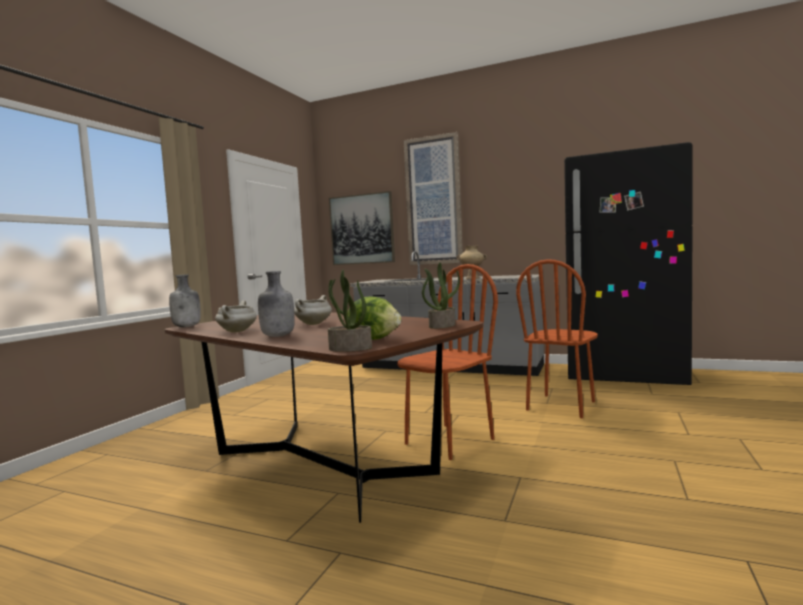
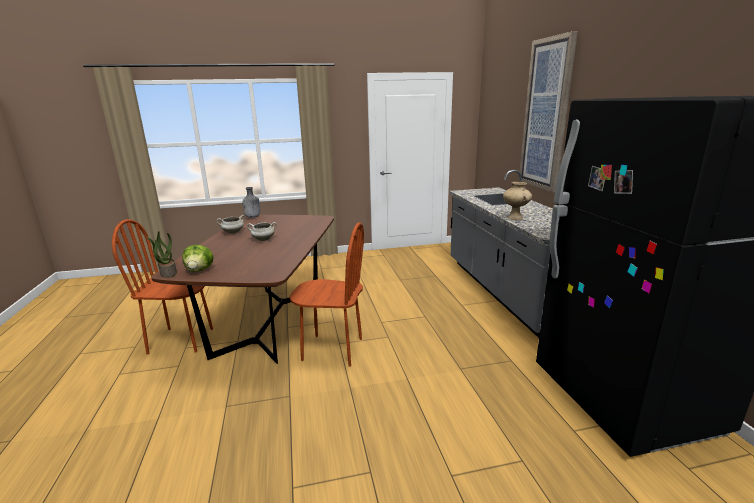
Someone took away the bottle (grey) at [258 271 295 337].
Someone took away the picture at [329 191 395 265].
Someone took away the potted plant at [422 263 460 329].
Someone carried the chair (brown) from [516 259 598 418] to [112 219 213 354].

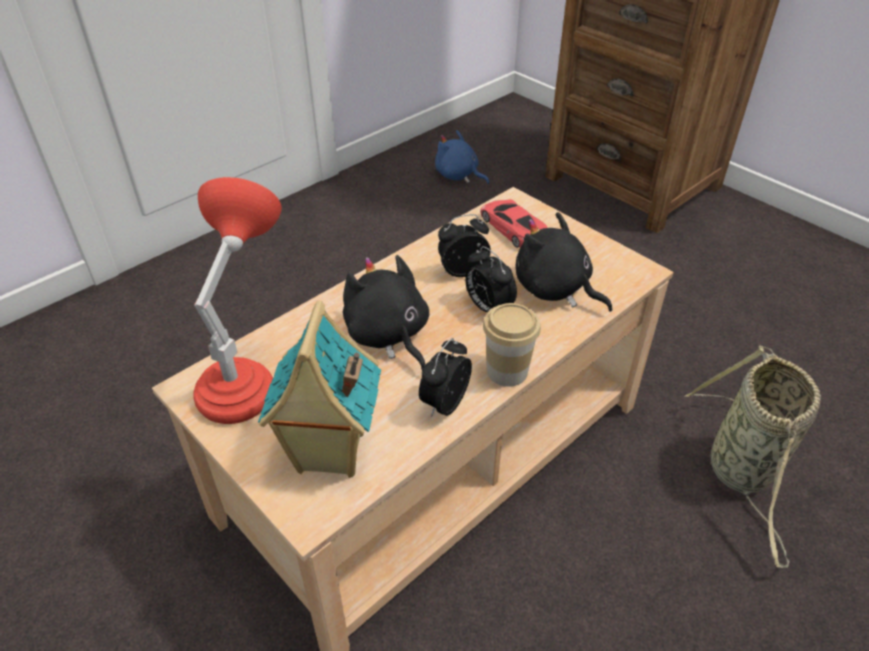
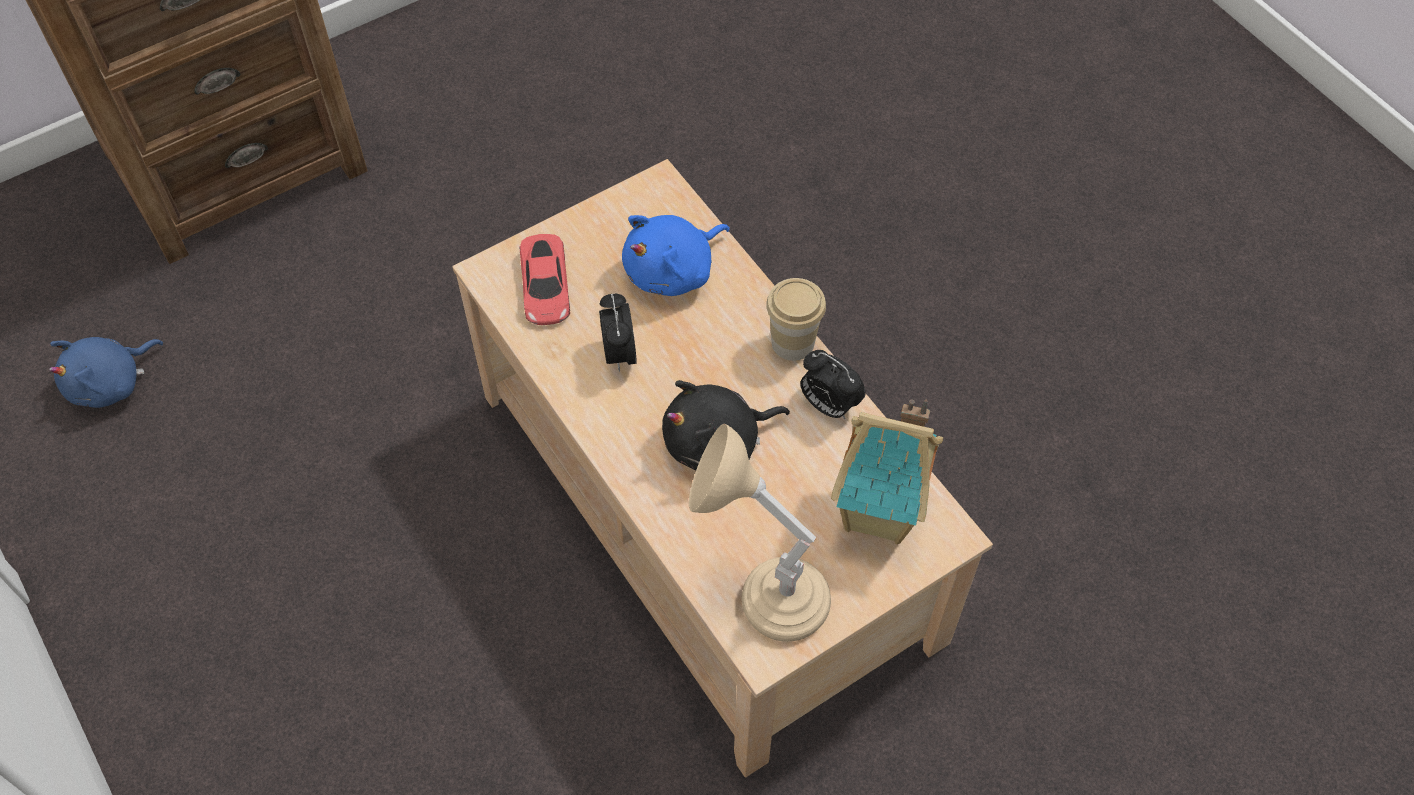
Someone repainted the table lamp (red) at [194 177 282 424], which became the table lamp (beige) at [689 424 831 642].
Someone took away the alarm clock at [465 246 517 312].
Someone rotated the toy car (red) at [480 199 548 248] by 75 degrees counterclockwise.
Someone repainted the plush toy (black) at [515 212 612 312], which became the plush toy (blue) at [622 215 730 296].
Someone took away the basket at [684 345 821 568].

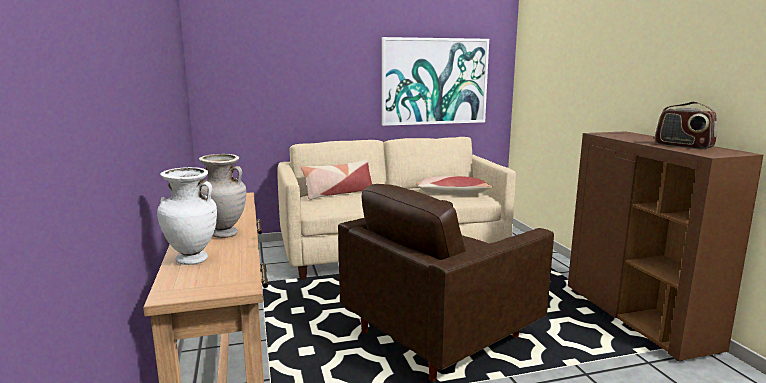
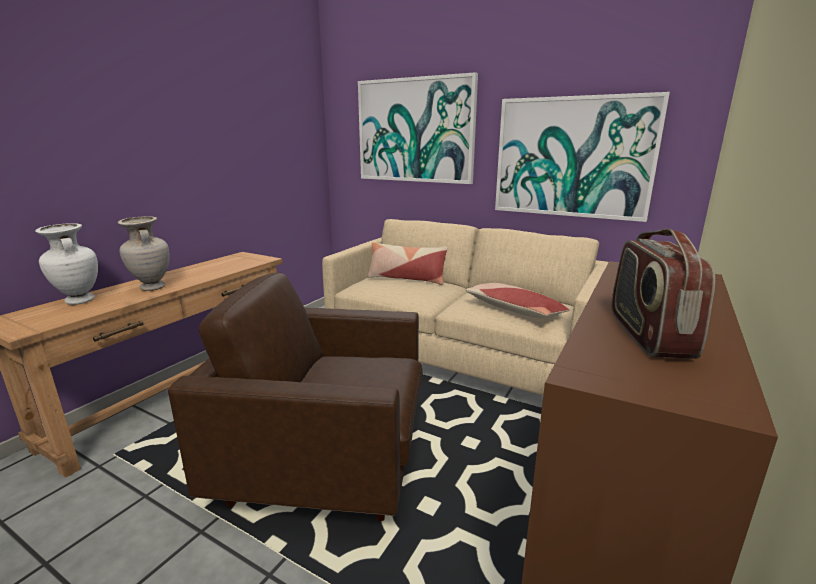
Someone put up the picture at [358 72 478 184].

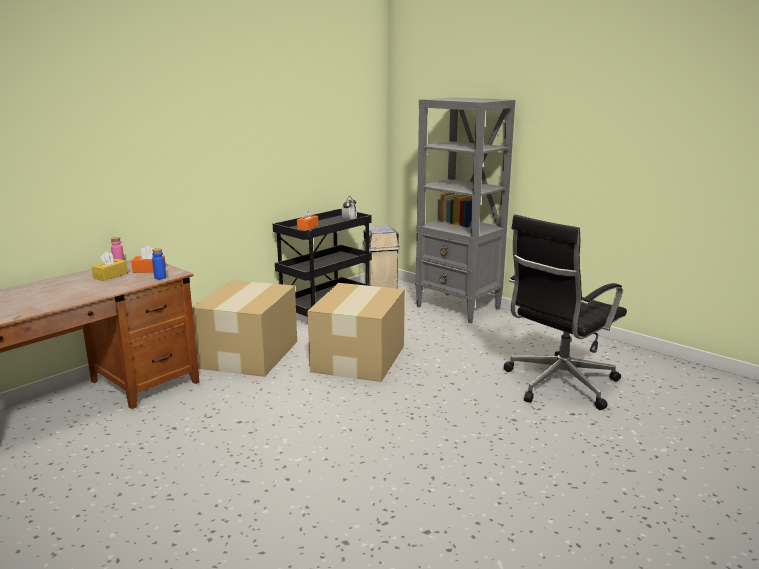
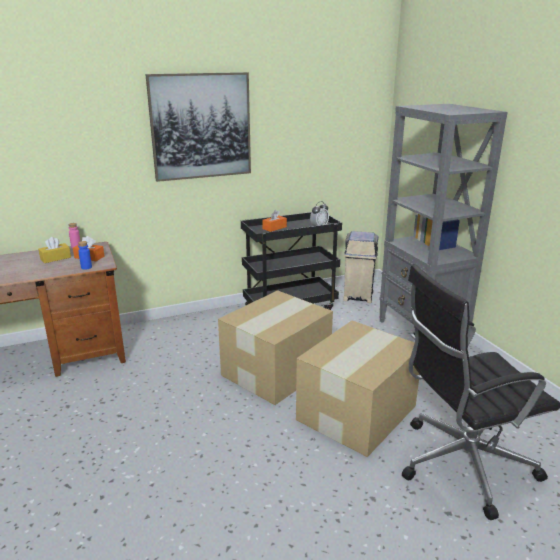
Someone carried the cardboard box from [192 280 297 377] to [296 321 420 457].
Someone put up the picture at [145 72 251 182].

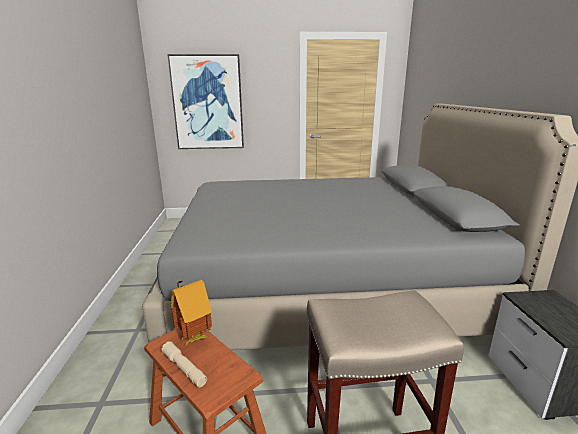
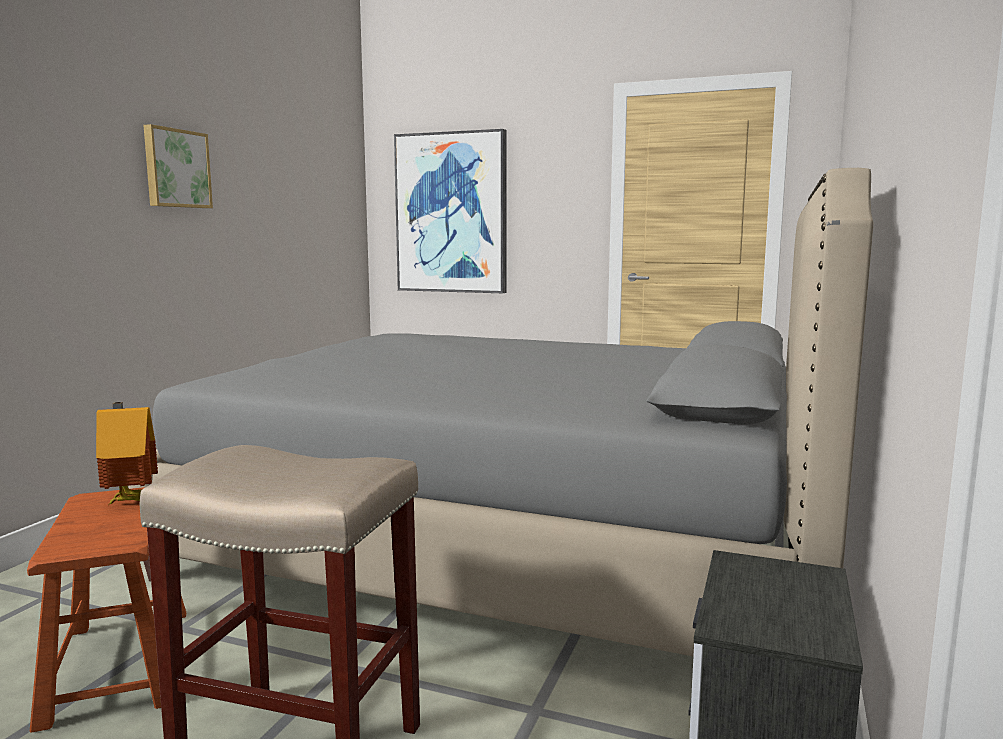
Someone took away the flashlight (beige) at [161 341 207 387].
Someone put up the picture at [143 124 213 208].

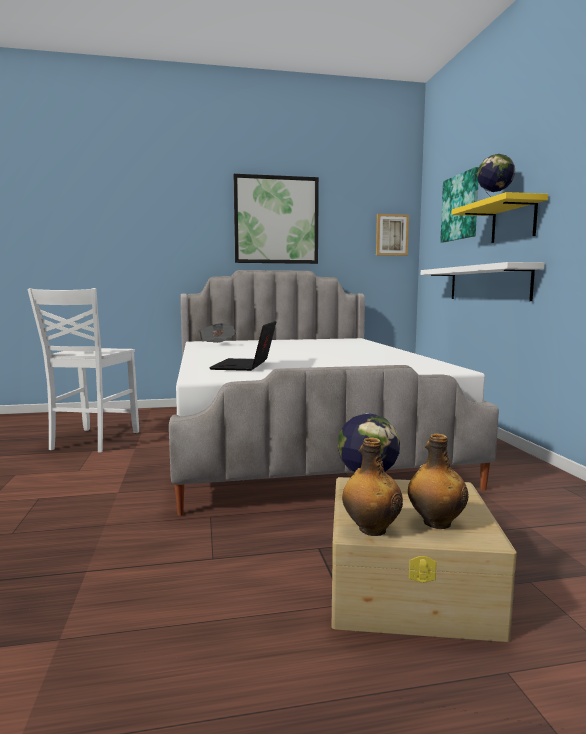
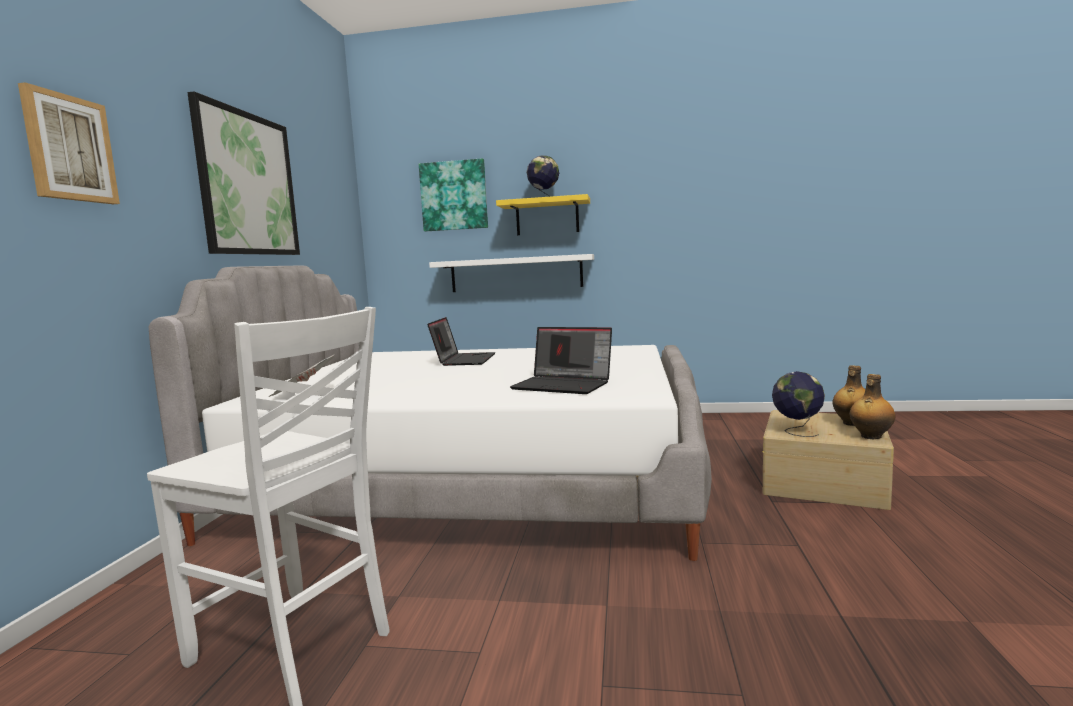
Someone carried the picture from [376 214 409 256] to [18 82 120 204].
Someone put down the laptop at [427 317 495 366].

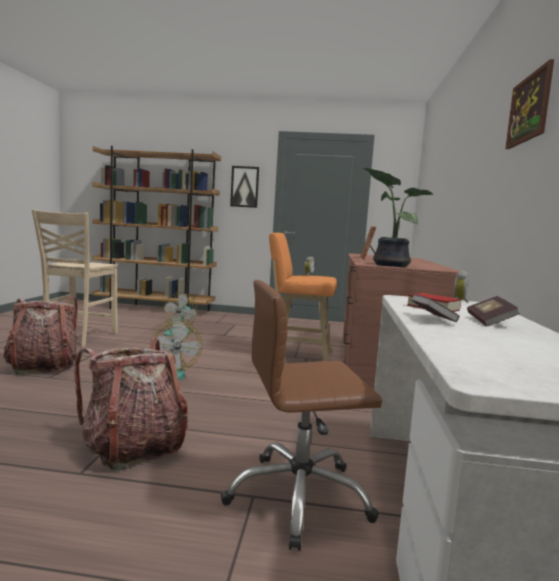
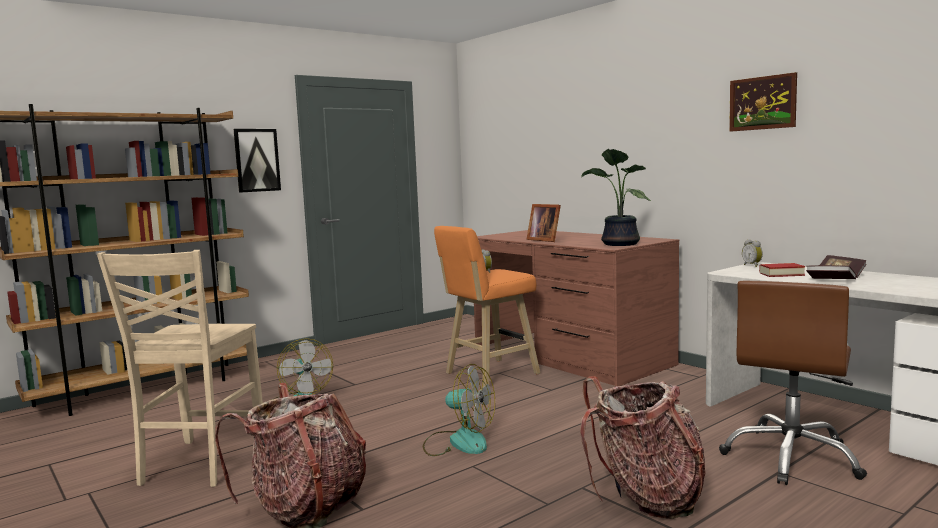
Someone rotated the chair (beige) at [32 210 118 347] by 45 degrees clockwise.

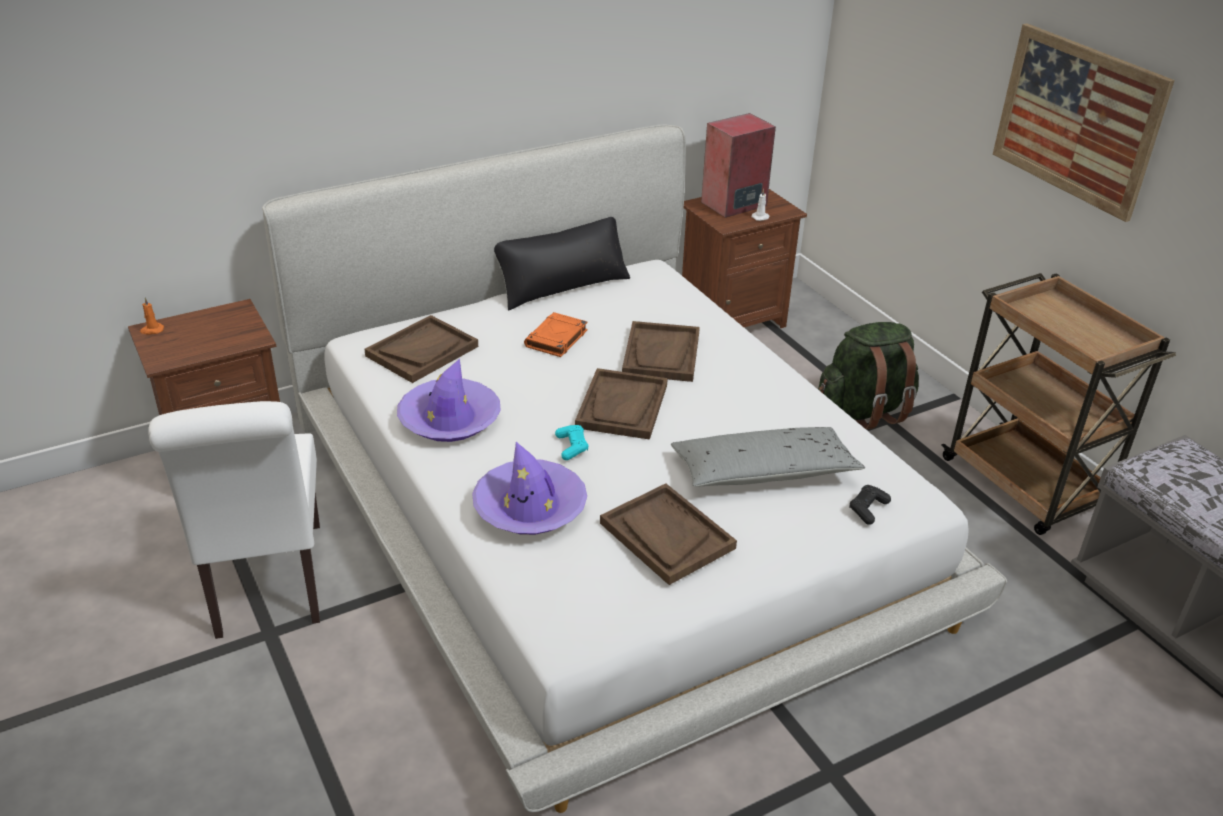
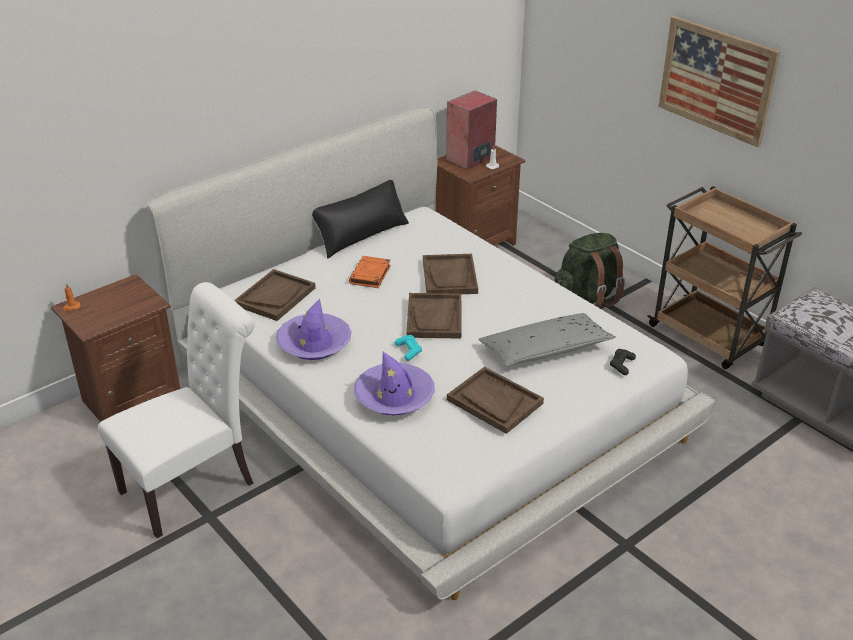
Someone rotated the chair (white) at [148 401 320 639] by 105 degrees counterclockwise.

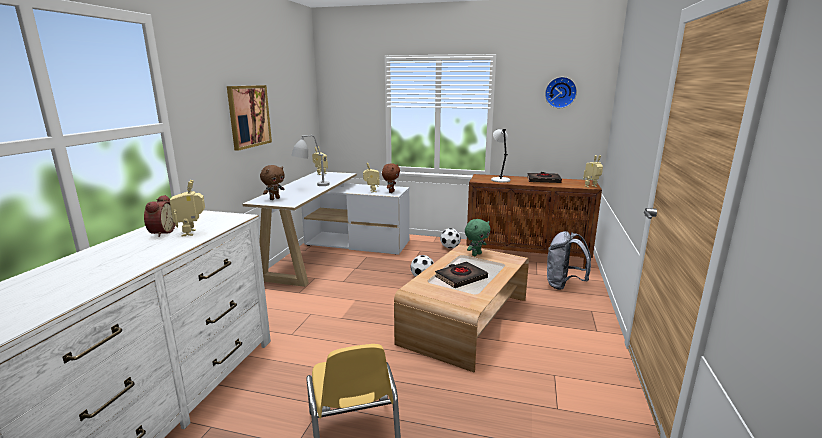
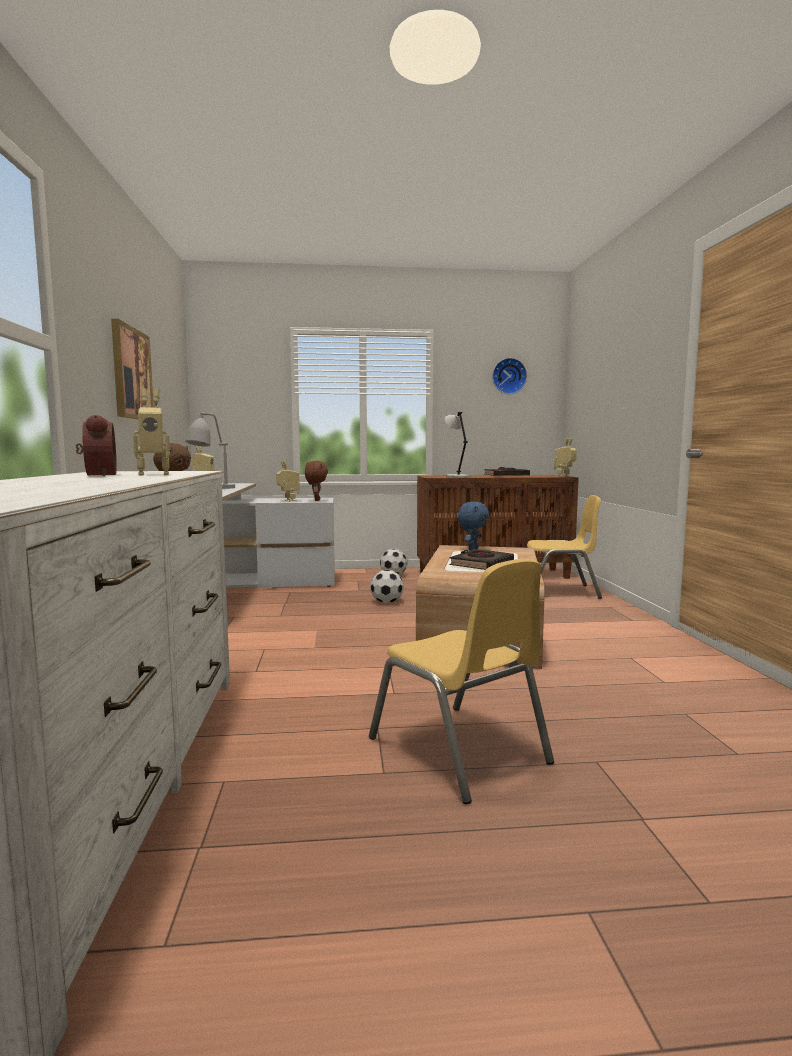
Someone rotated the toy robot at [170 180 205 236] by 75 degrees counterclockwise.
Someone repainted the plush toy (green) at [465 219 491 256], which became the plush toy (blue) at [458 502 489 551].
Someone swapped the backpack (grey) at [547 231 591 290] for the chair (yellow) at [527 495 602 599].

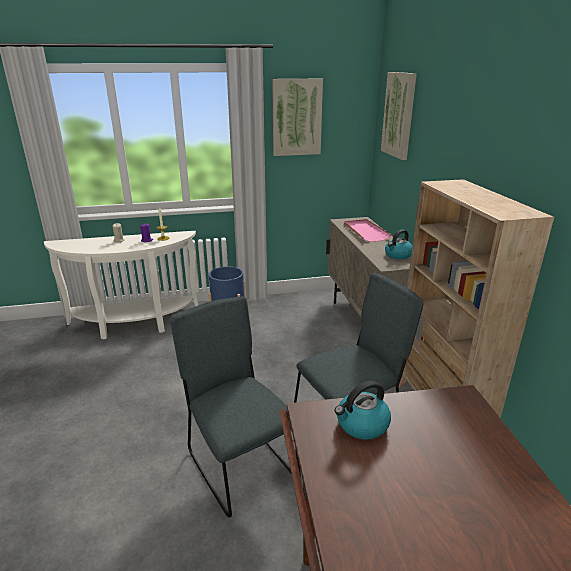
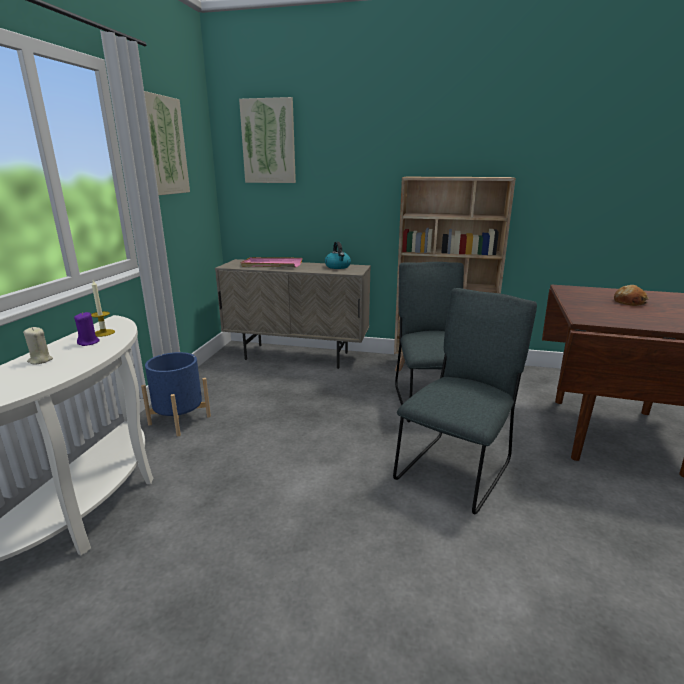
Someone rotated the chair (grey) at [170 296 301 518] by 135 degrees clockwise.
Someone took away the kettle at [335 381 391 440].
Someone put down the bread at [614 285 649 306].

